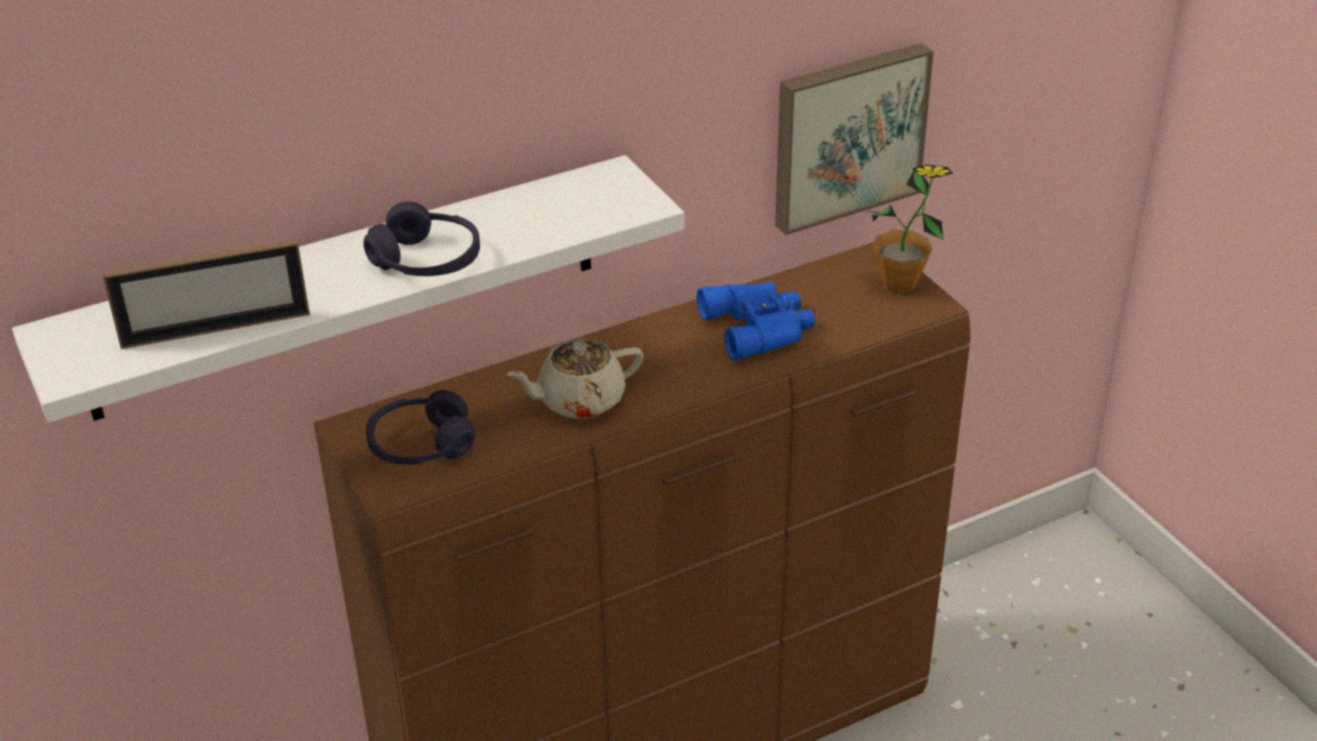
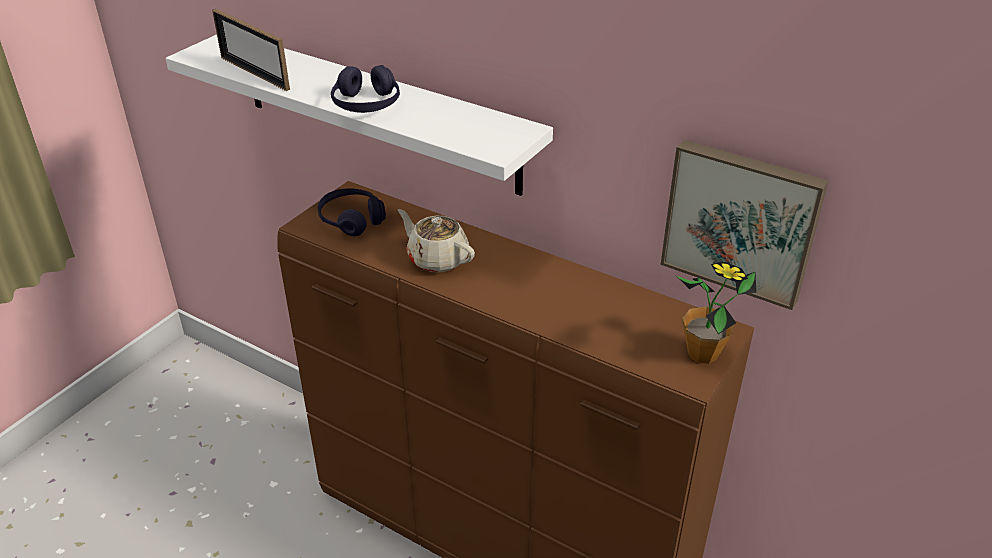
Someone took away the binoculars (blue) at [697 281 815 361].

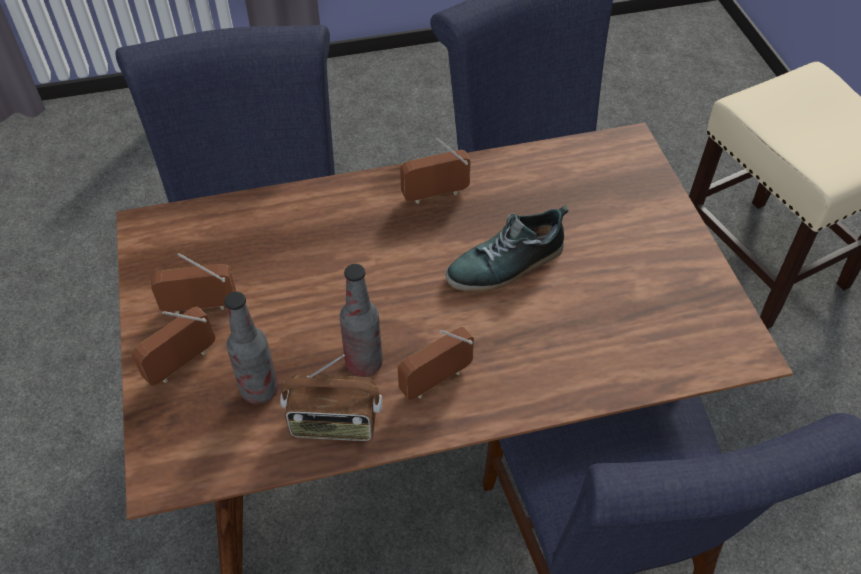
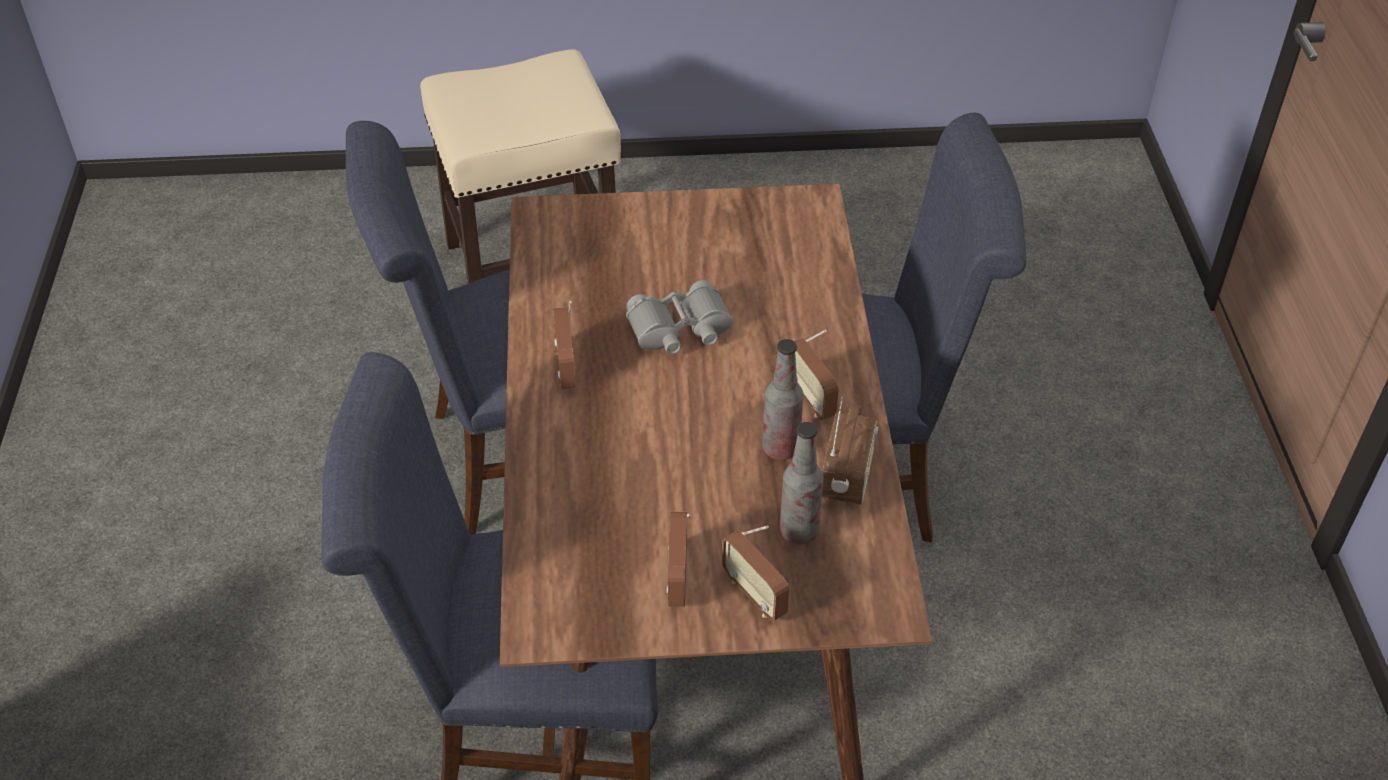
Someone swapped the shoe at [445 205 568 292] for the binoculars (grey) at [626 280 733 354].

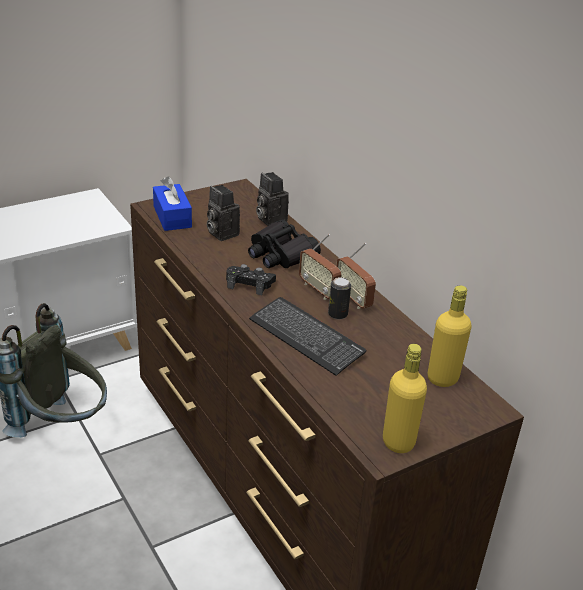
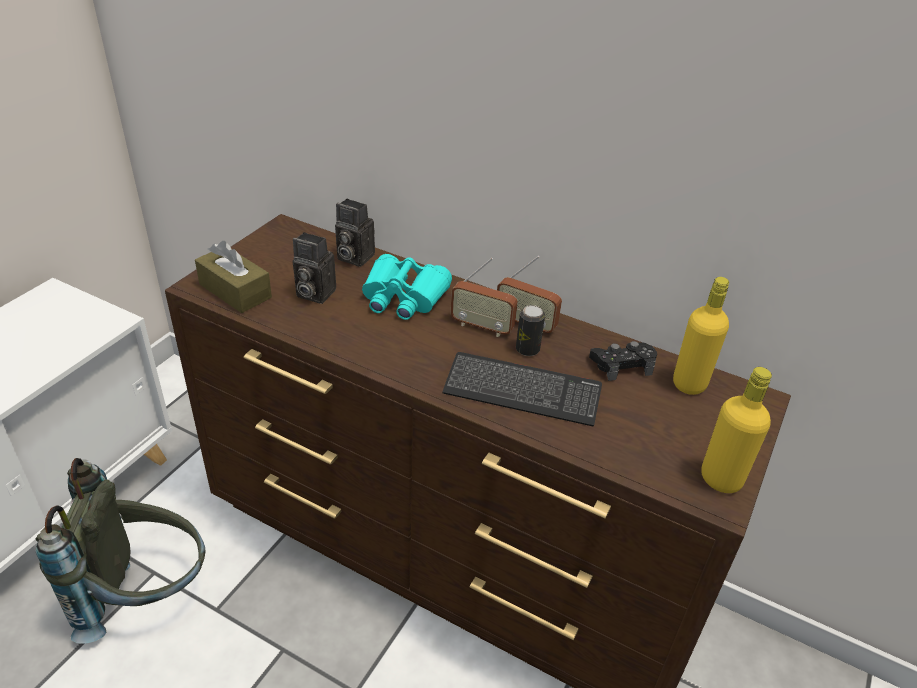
Someone repainted the tissue box (blue) at [153 176 192 231], which became the tissue box (brown) at [195 241 272 313].
Someone carried the game controller (black) from [226 264 276 295] to [589 341 657 381].
Someone repainted the binoculars (black) at [248 220 321 268], which became the binoculars (turquoise) at [362 254 452 320].

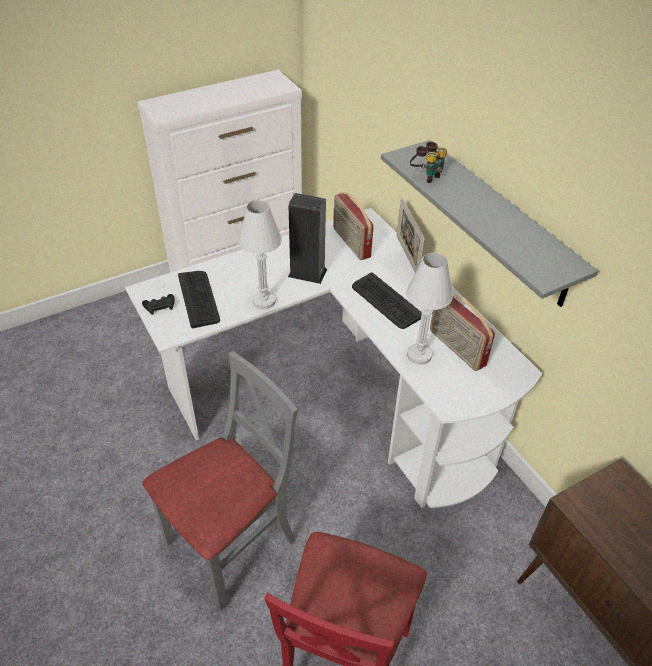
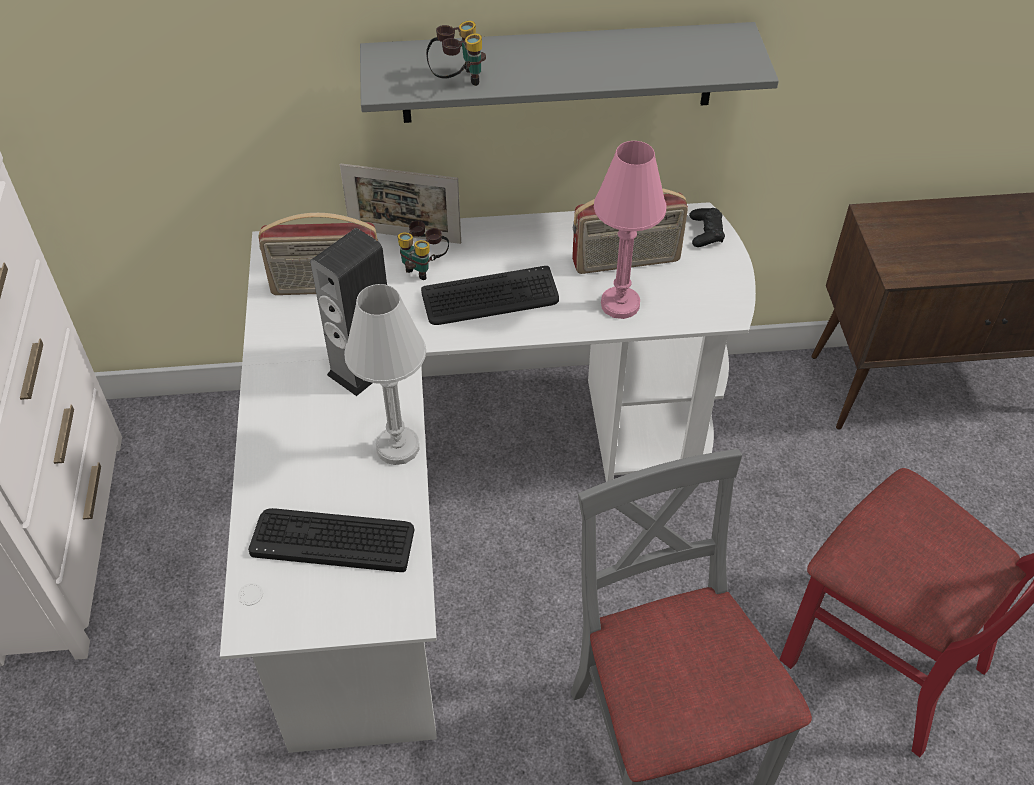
Someone carried the game controller (black) from [142 294 174 315] to [689 208 725 247].
Someone repainted the table lamp (white) at [406 253 453 365], which became the table lamp (pink) at [594 141 666 319].
Someone put down the binoculars at [398 220 449 280].

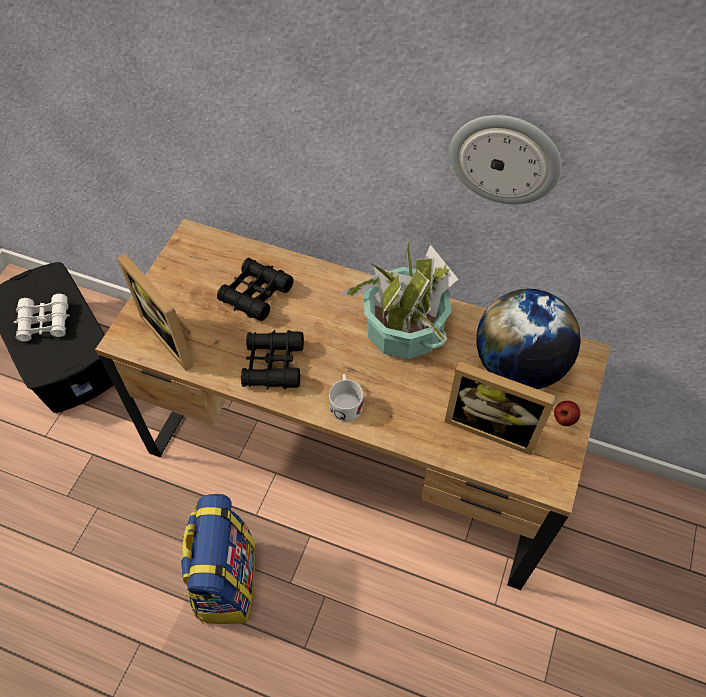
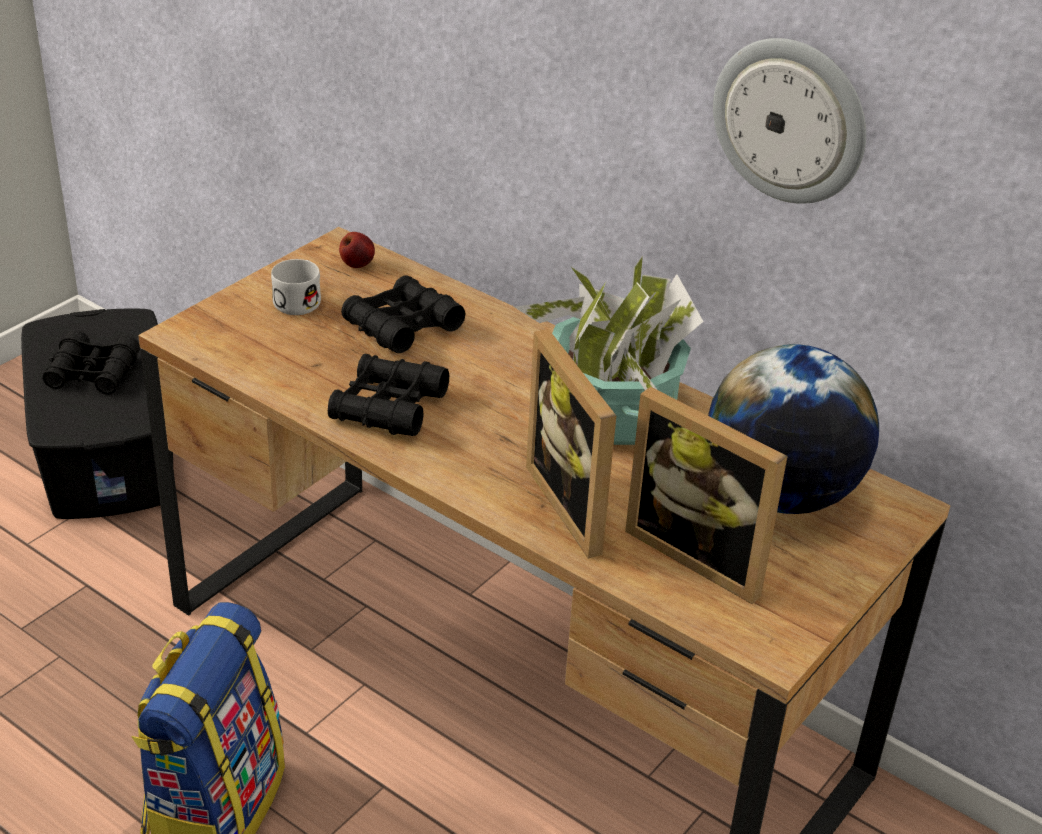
Someone repainted the binoculars (white) at [14 294 70 341], which became the binoculars (black) at [42 330 140 395].
Someone carried the picture frame from [117 253 194 371] to [526 329 616 559].
Someone carried the mug (white) from [329 374 363 421] to [271 259 321 315].
Someone carried the apple from [554 401 580 426] to [339 232 375 268].

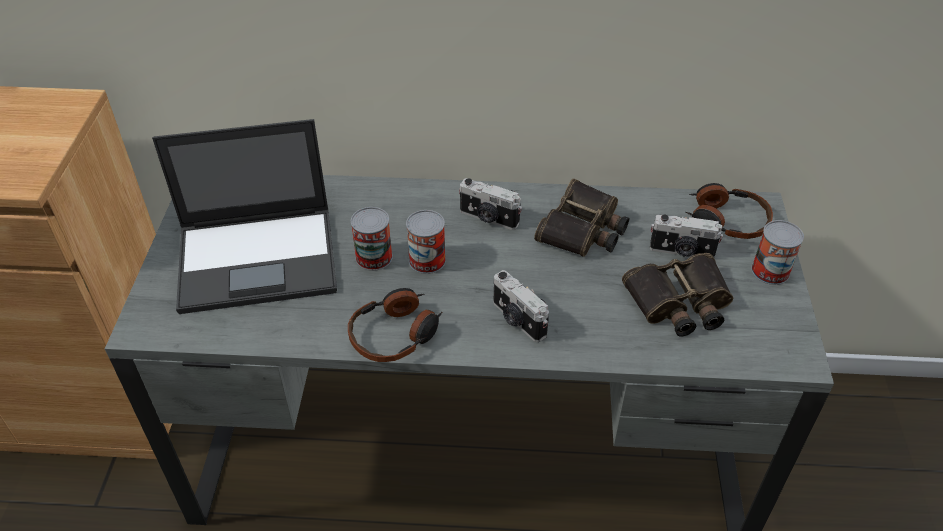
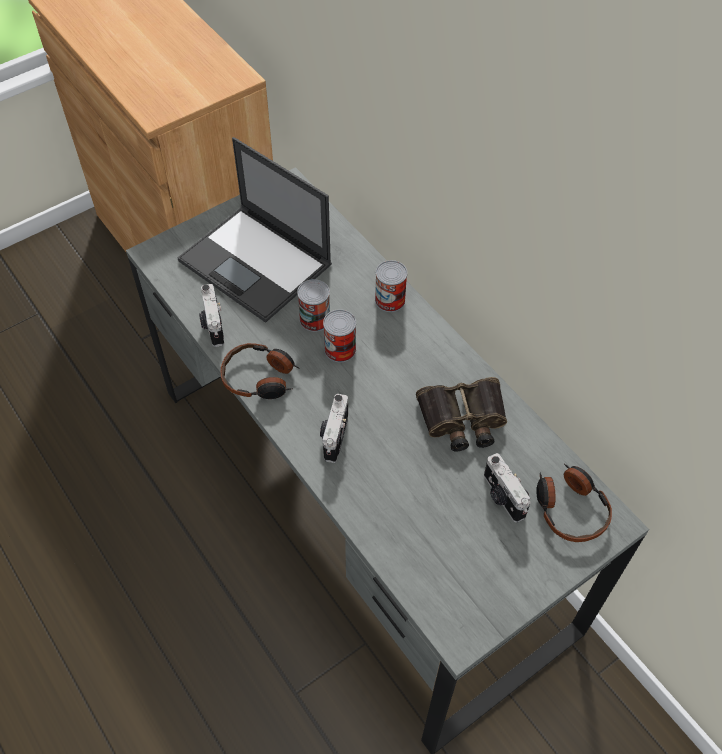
Someone carried the photo camera from [459 178 522 230] to [199 284 224 347].
Someone took away the binoculars at [622 253 734 336].
Someone carried the can from [751 220 804 285] to [375 260 407 312].

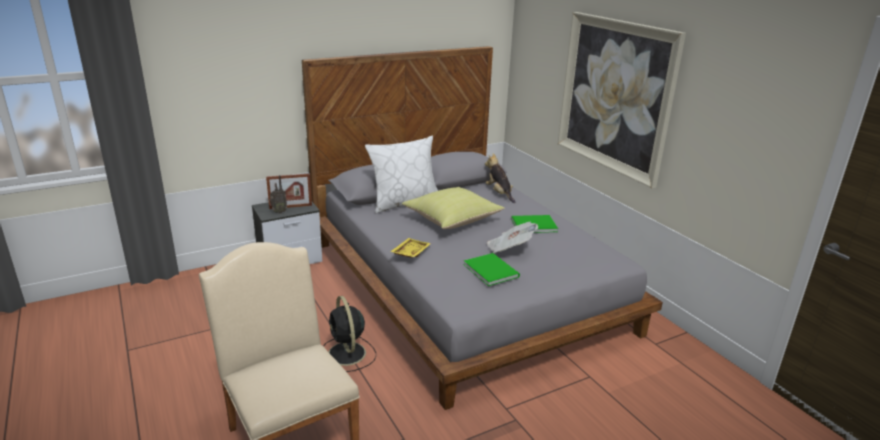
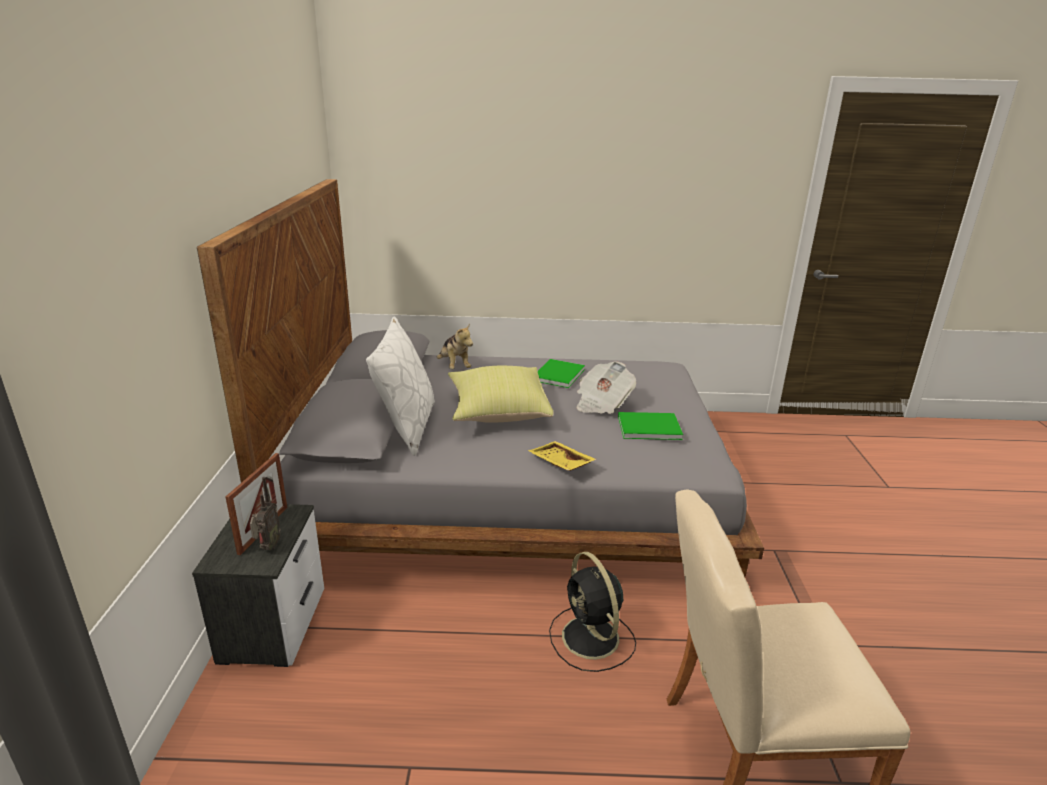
Someone rotated the fan (black) at [323 296 376 372] by 60 degrees clockwise.
Someone rotated the plush toy at [485 153 515 203] by 120 degrees counterclockwise.
Someone took away the picture at [558 12 686 188].

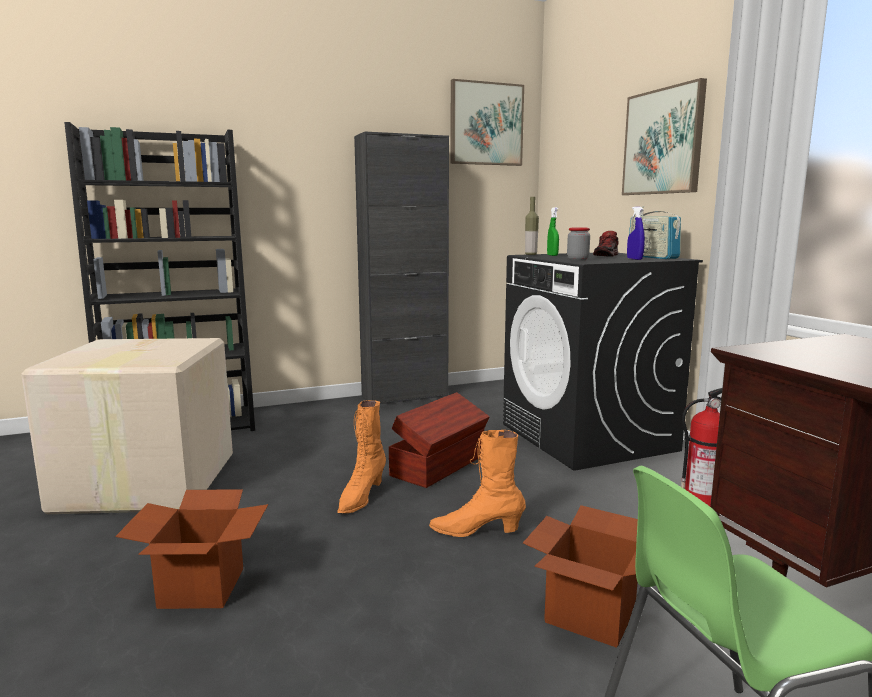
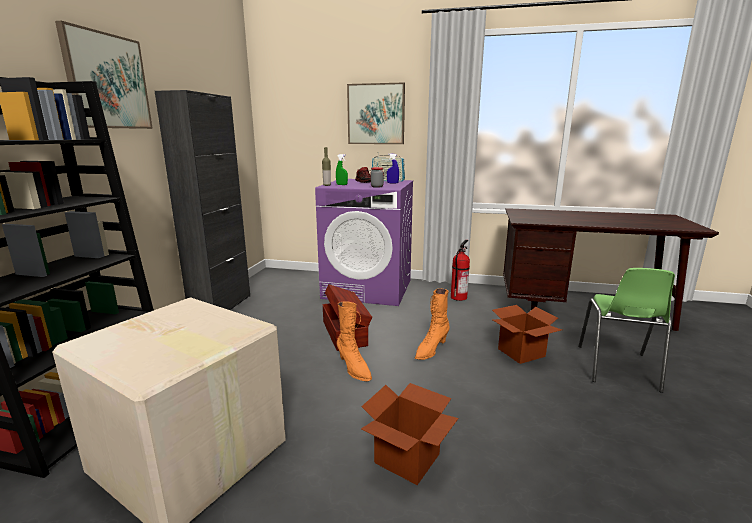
Someone carried the picture from [450 79 524 166] to [55 21 153 129].
Someone repainted the washing machine (black) at [503 253 703 471], which became the washing machine (purple) at [315 179 413 306].

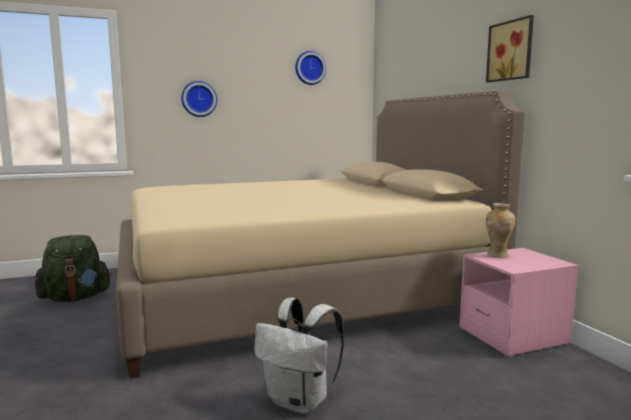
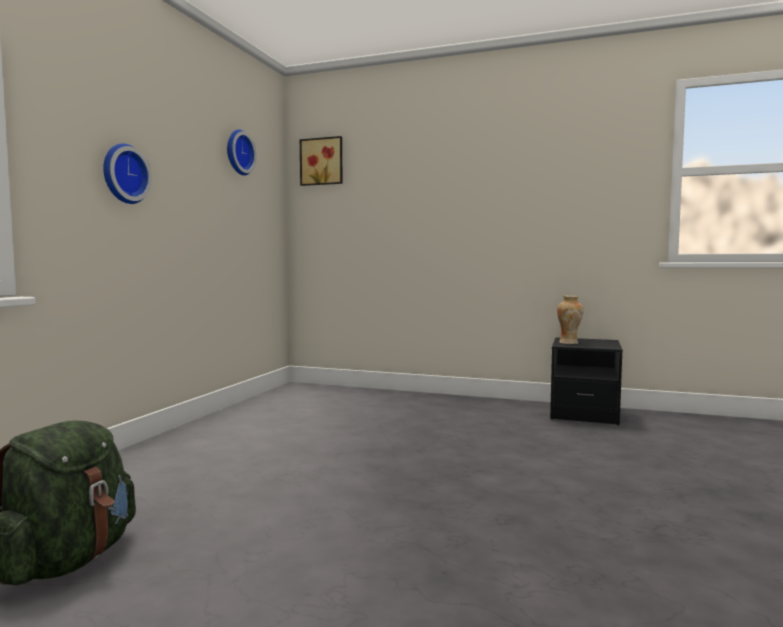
Someone took away the bed (beige) at [116 91 525 378].
Someone took away the backpack (white) at [254 297 344 414].
Someone repainted the nightstand (pink) at [459 248 578 357], which became the nightstand (black) at [550 337 623 425].
Someone carried the picture from [486 15 534 82] to [300 136 343 186].

